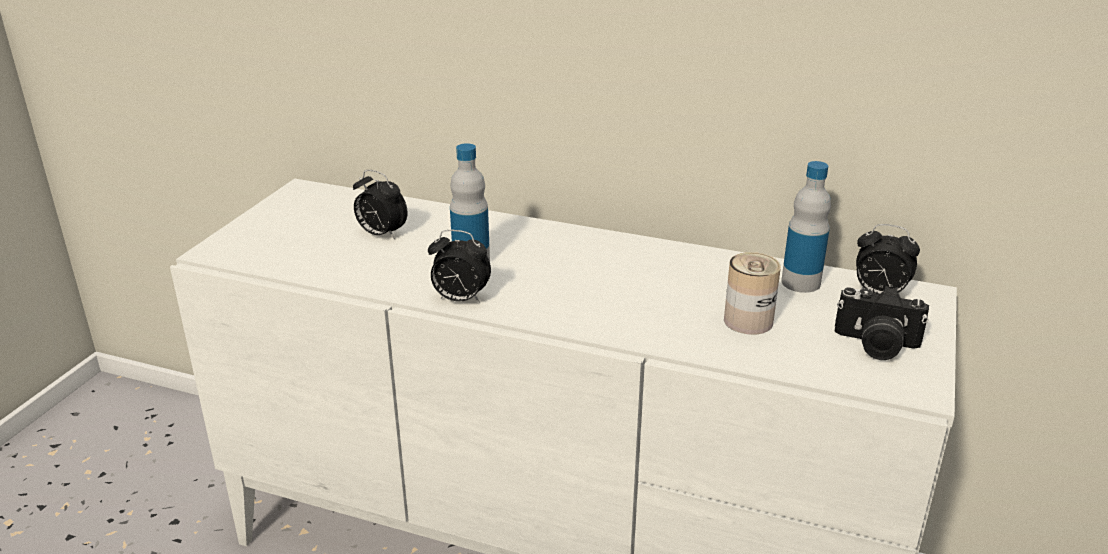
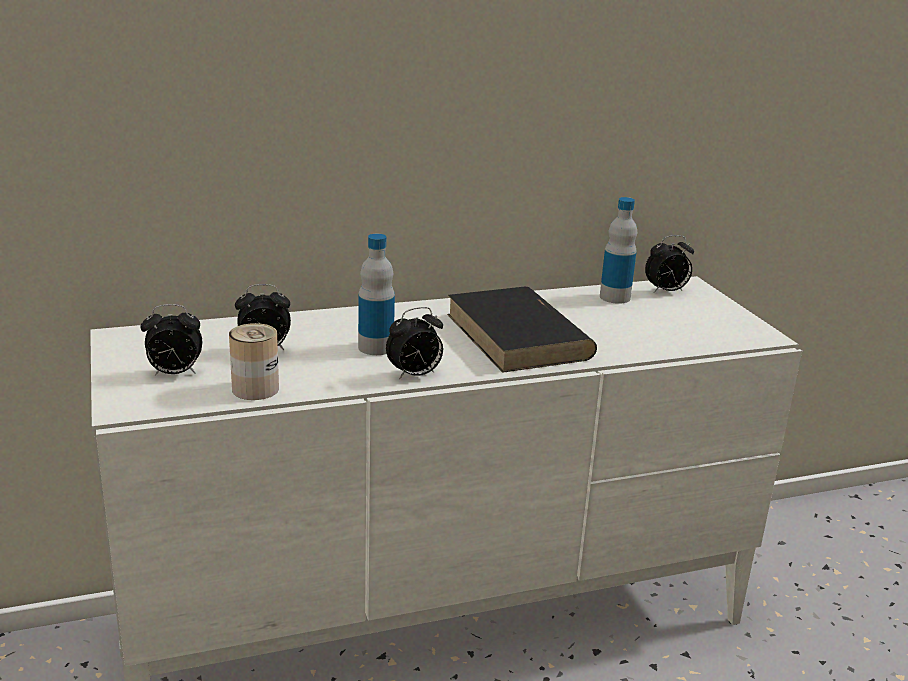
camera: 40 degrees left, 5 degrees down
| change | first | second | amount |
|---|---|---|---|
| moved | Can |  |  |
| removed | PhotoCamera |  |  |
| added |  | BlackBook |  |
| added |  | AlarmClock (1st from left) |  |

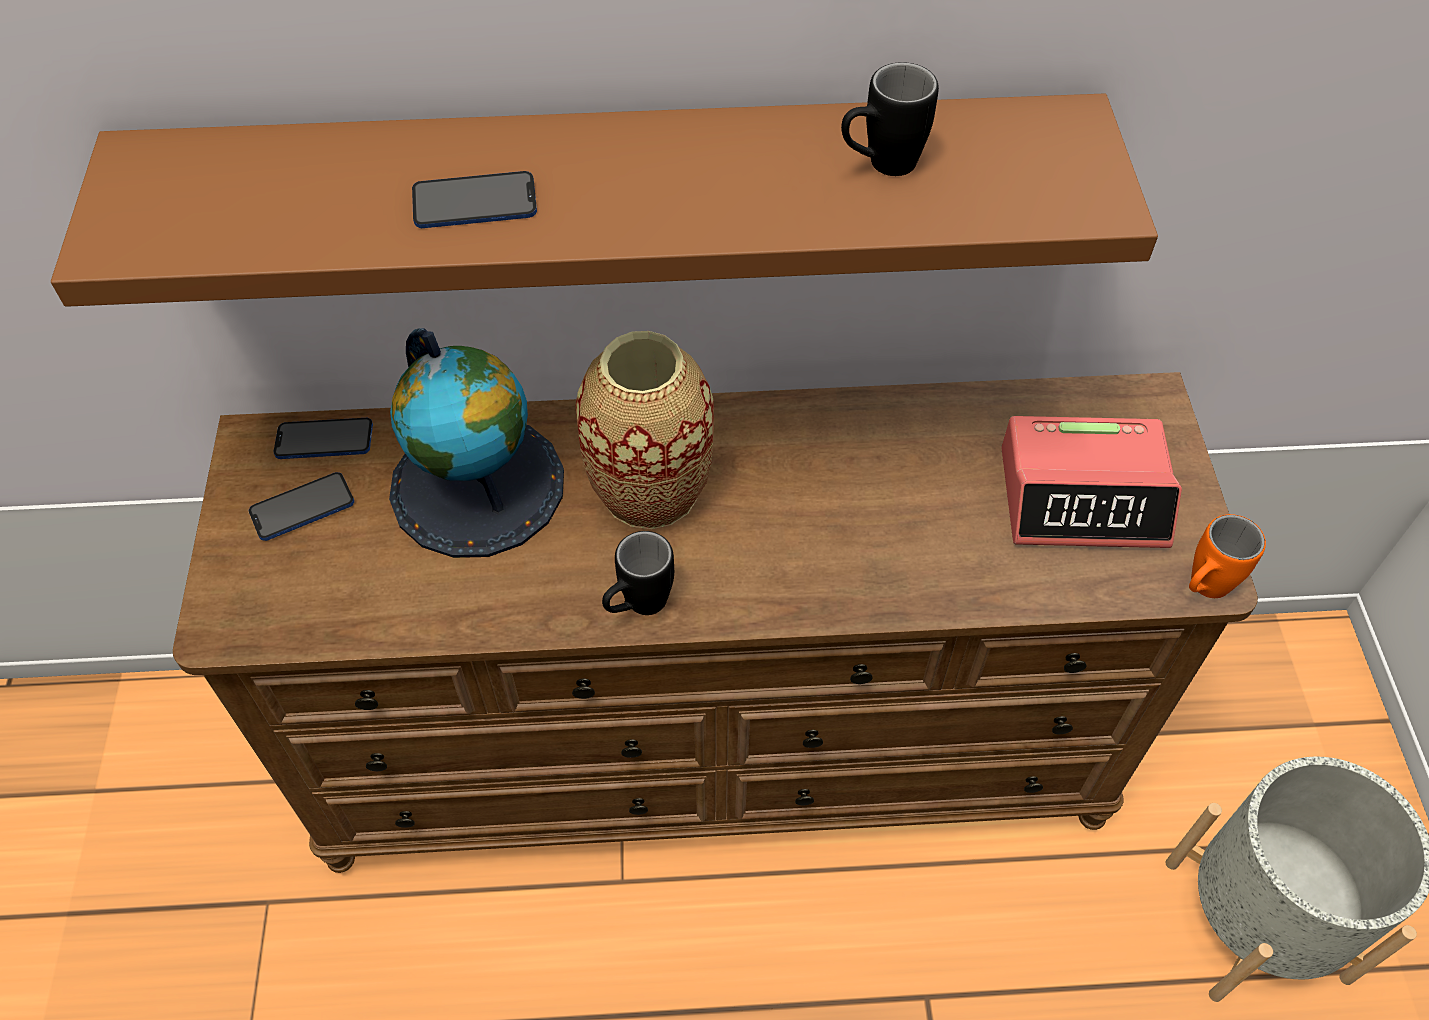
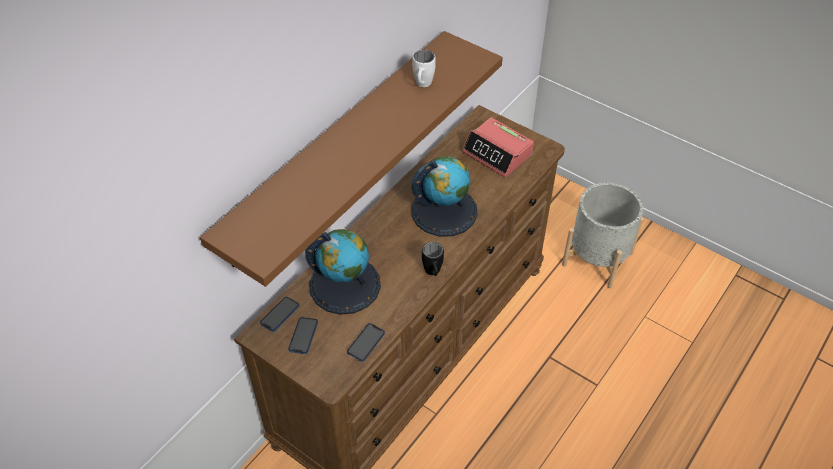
camera: 50 degrees left, 5 degrees down
| change | first | second | amount |
|---|---|---|---|
| recoloured | BlackMug (2nd from left) | WhiteMug |  |
| moved | Phone (3rd from left) |  |  |
| removed | Vase |  |  |
| turned | AlarmClock |  | 90 degrees clockwise |
| removed | OrangeMug |  |  |
| added |  | Globe (2nd from left) |  |

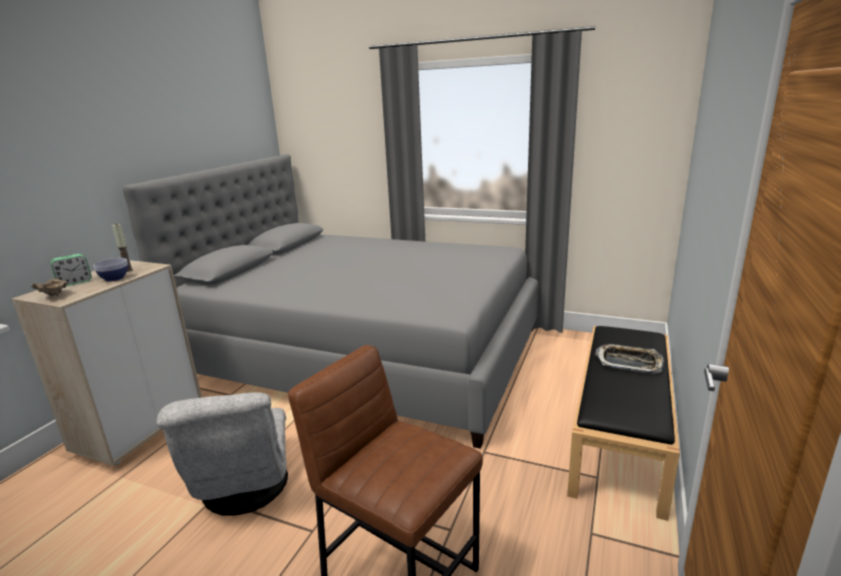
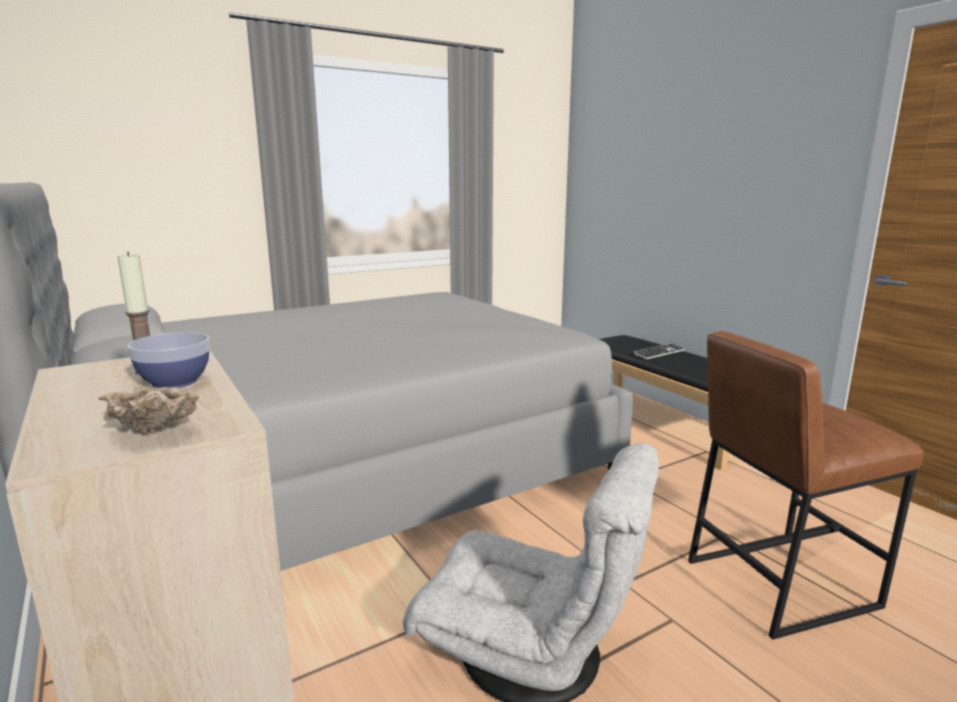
camera: 55 degrees left, 5 degrees down
| change | first | second | amount |
|---|---|---|---|
| removed | AlarmClock |  |  |
| replaced | Tray | Keyboard |  |

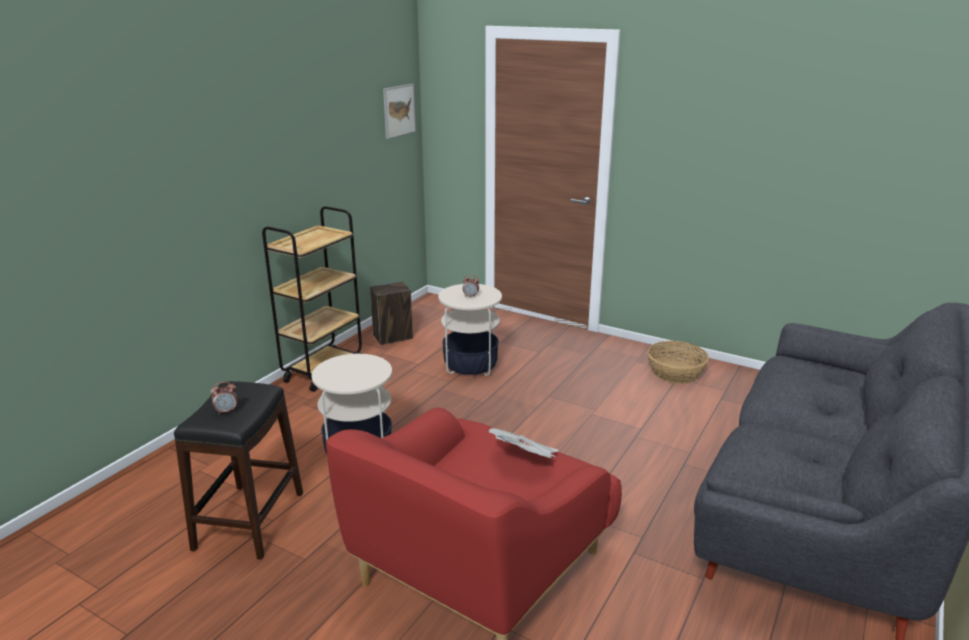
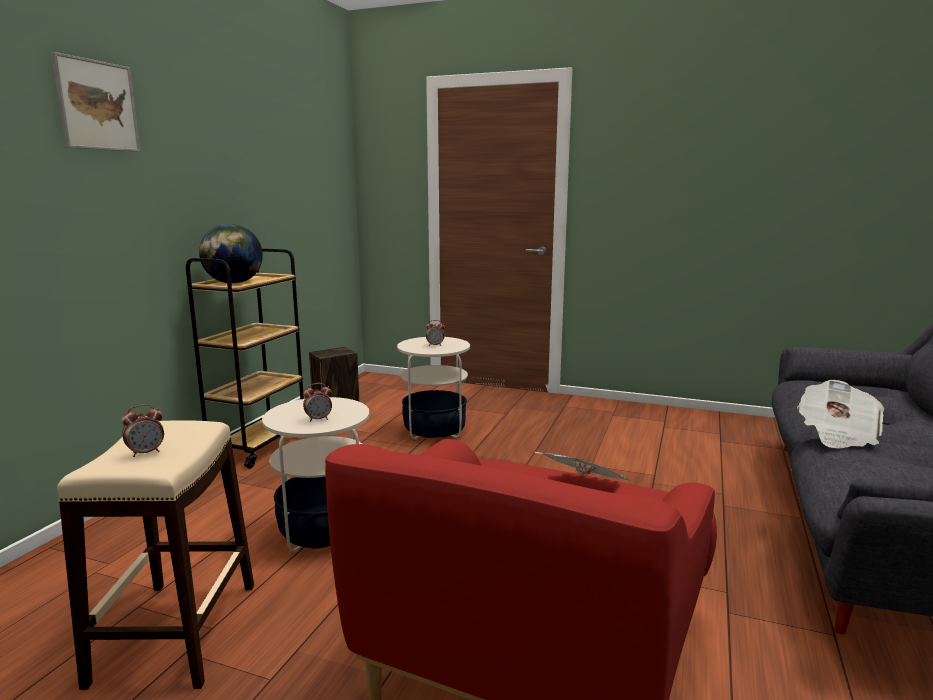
camera: 10 degrees left, 10 degrees down
| change | first | second | amount |
|---|---|---|---|
| moved | Picture |  |  |
| removed | Basket |  |  |
| recoloured | BlackStool | BeigeStool |  |
| added |  | Globe |  |
| added |  | Newspaper (2nd from left) |  |
| added |  | AlarmClock (2nd from left) |  |

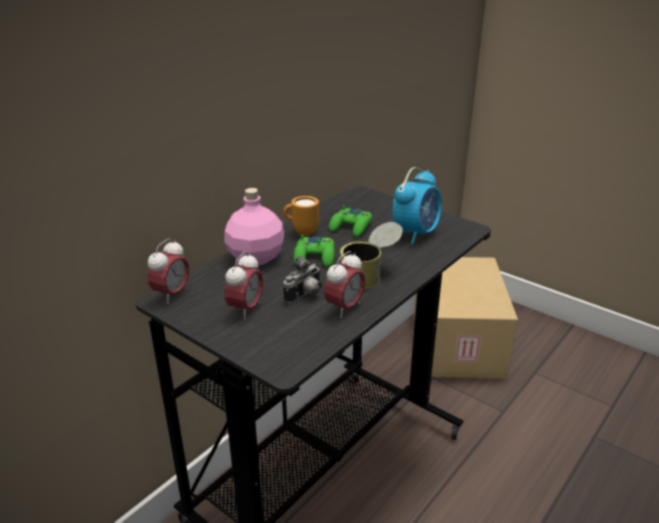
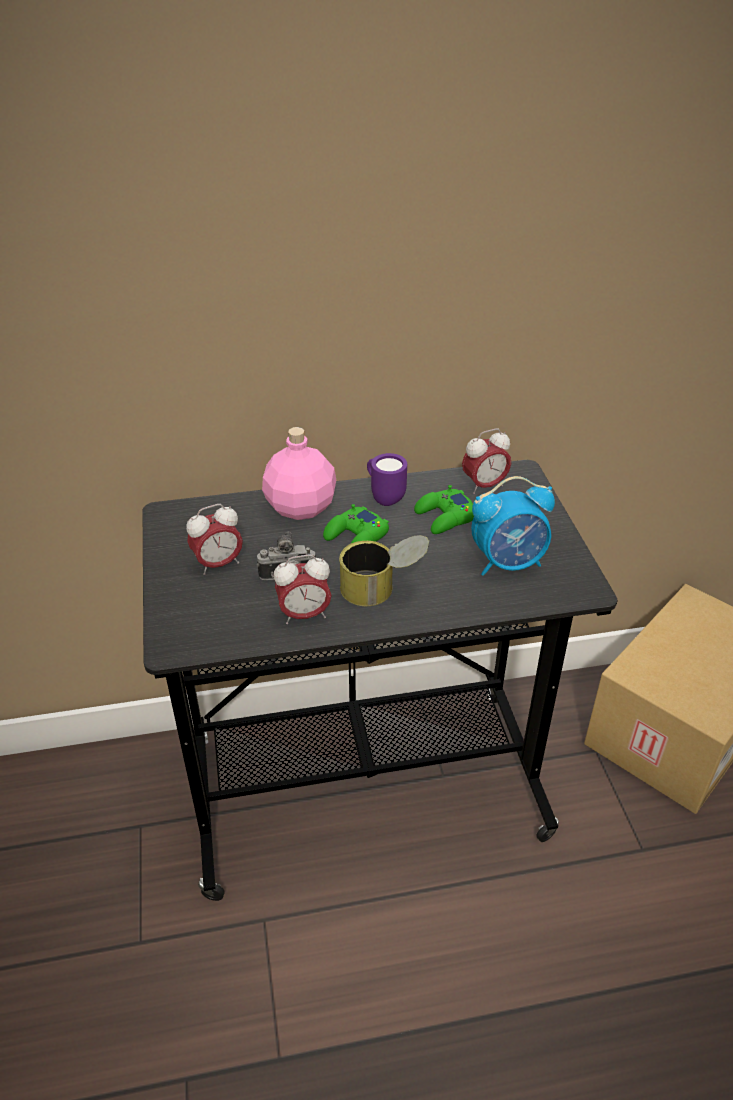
camera: 40 degrees right, 10 degrees up
| change | first | second | amount |
|---|---|---|---|
| recoloured | OrangeMug | PurpleMug |  |
| moved | AlarmClock (1st from left in the first image) | AlarmClock (3rd from left) |  |

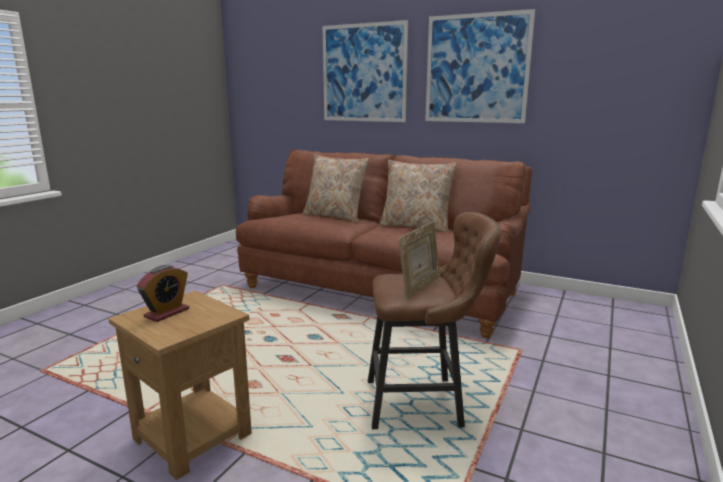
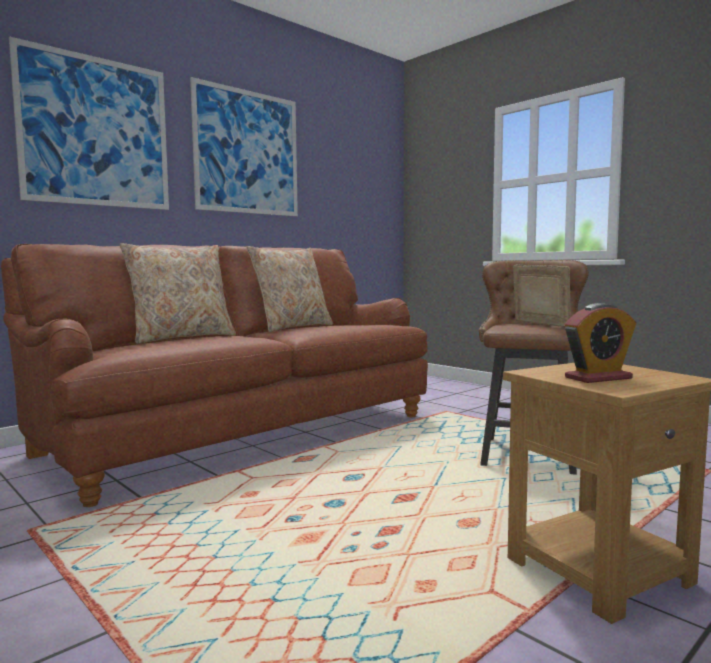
camera: 70 degrees left, 10 degrees down
| change | first | second | amount |
|---|---|---|---|
| turned | AlarmClock |  | 105 degrees clockwise |

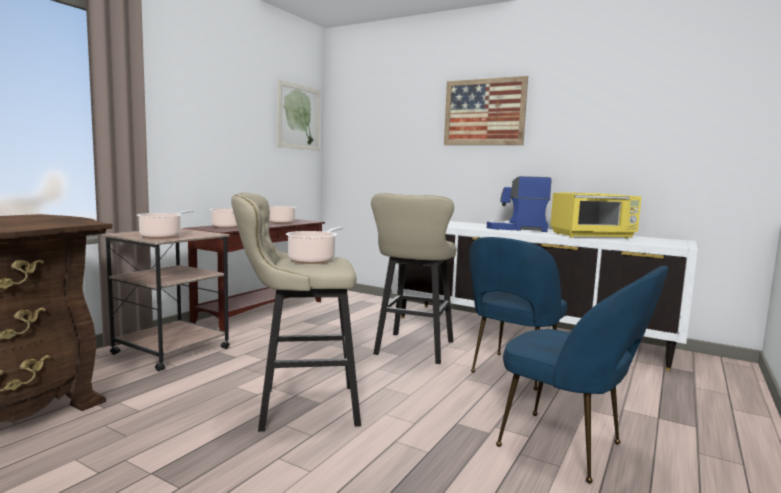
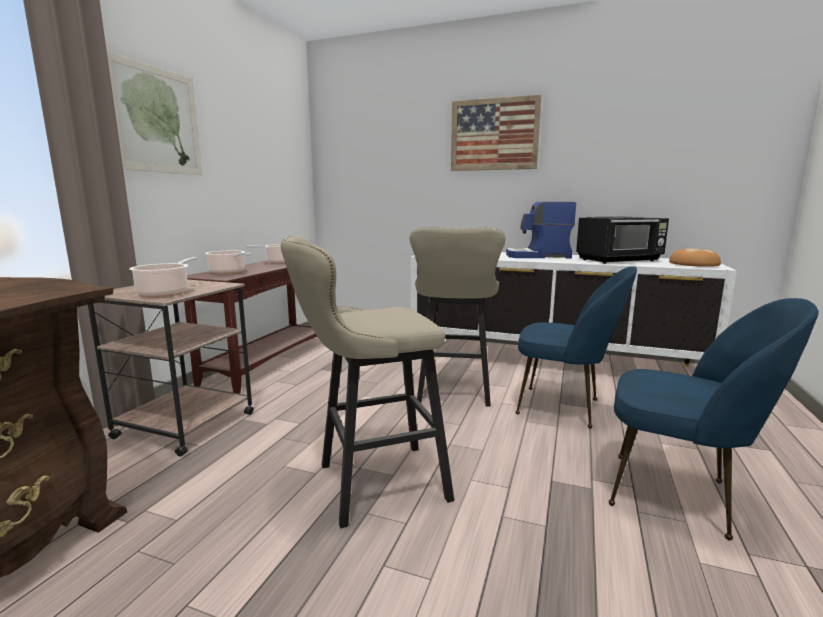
camera: 10 degrees left, 5 degrees up
| change | first | second | amount |
|---|---|---|---|
| moved | Picture (1st from left) |  |  |
| recoloured | YellowMicrowave | BlackMicrowave |  |
| removed | CookingPot (4th from left) |  |  |
| turned | BlueChair (1st from left) |  | 90 degrees counterclockwise |
| added |  | Bread |  |

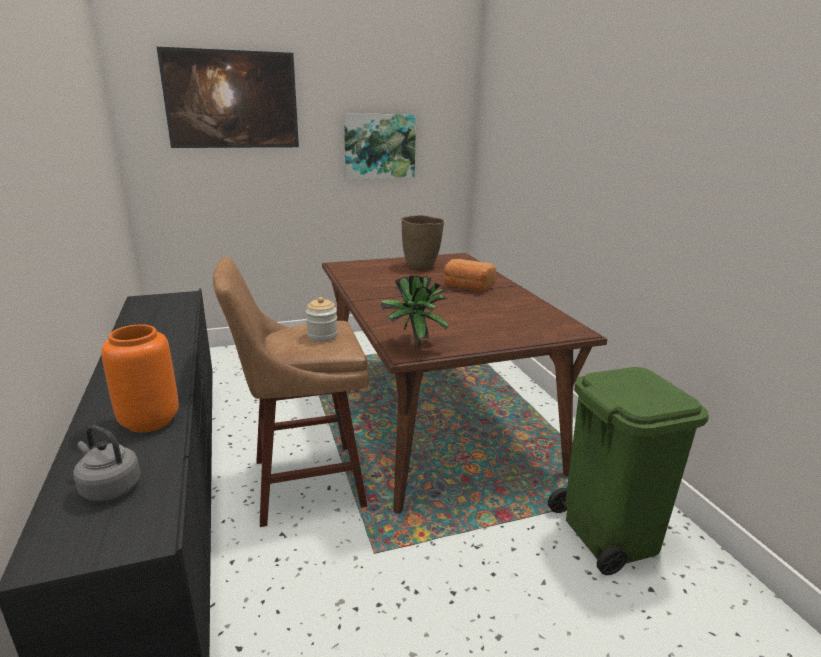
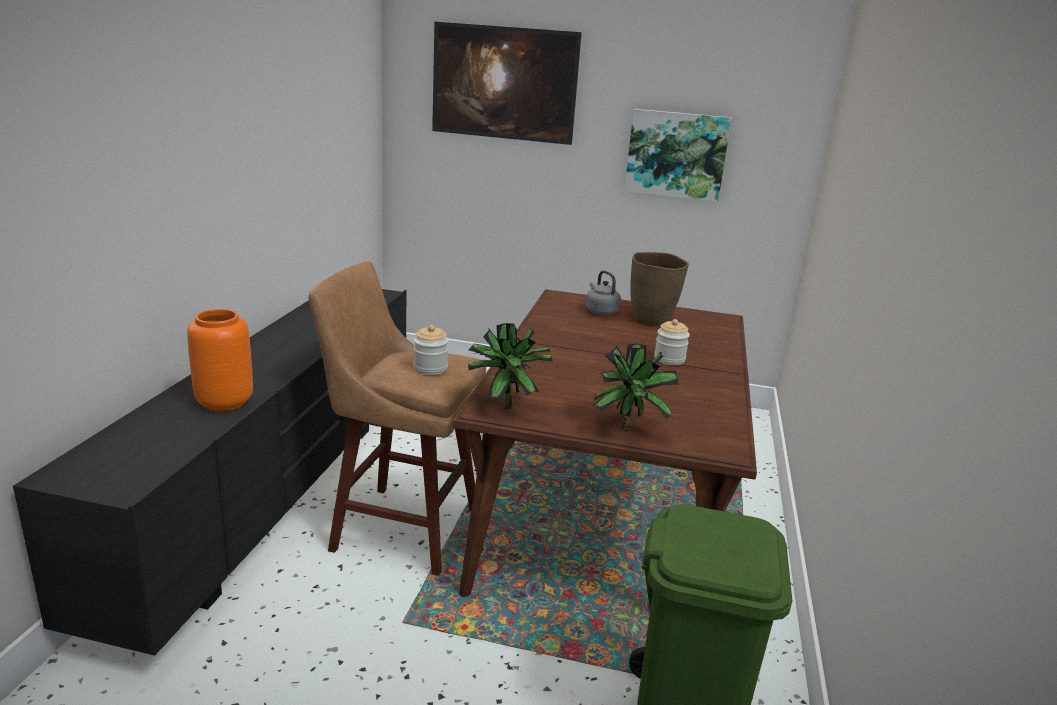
camera: 30 degrees right, 0 degrees up
| change | first | second | amount |
|---|---|---|---|
| replaced | Bread | Jar (2nd from left) |  |
| moved | GreyKettle |  |  |
| added |  | PottedPlant (2nd from left) |  |

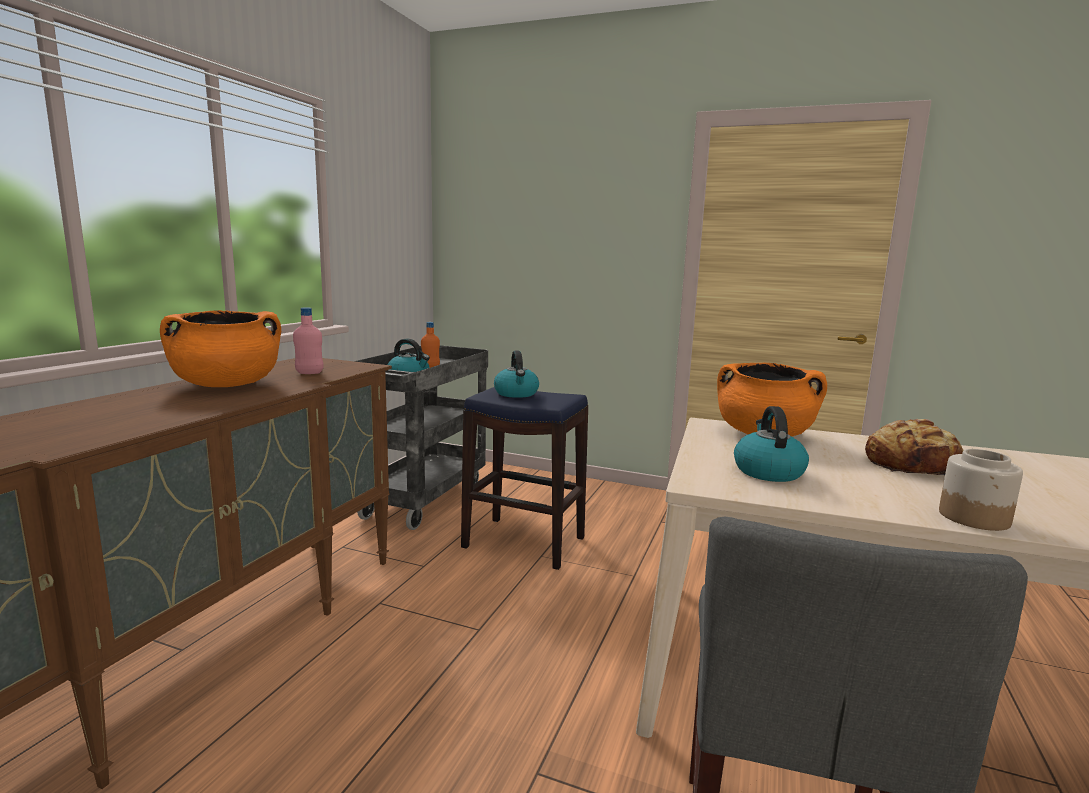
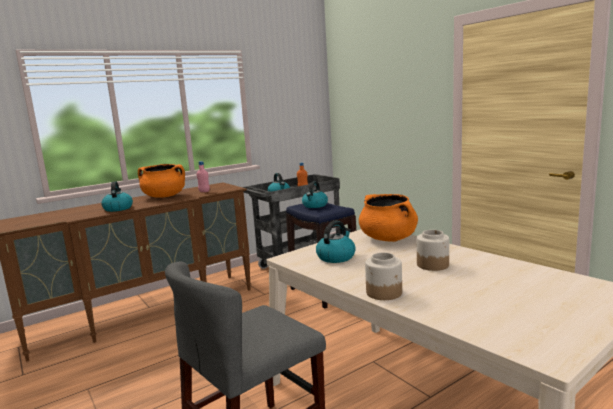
camera: 35 degrees right, 0 degrees up
| change | first | second | amount |
|---|---|---|---|
| replaced | Bread | Jar (2nd from left) |  |
| added |  | Kettle (1st from left) |  |

